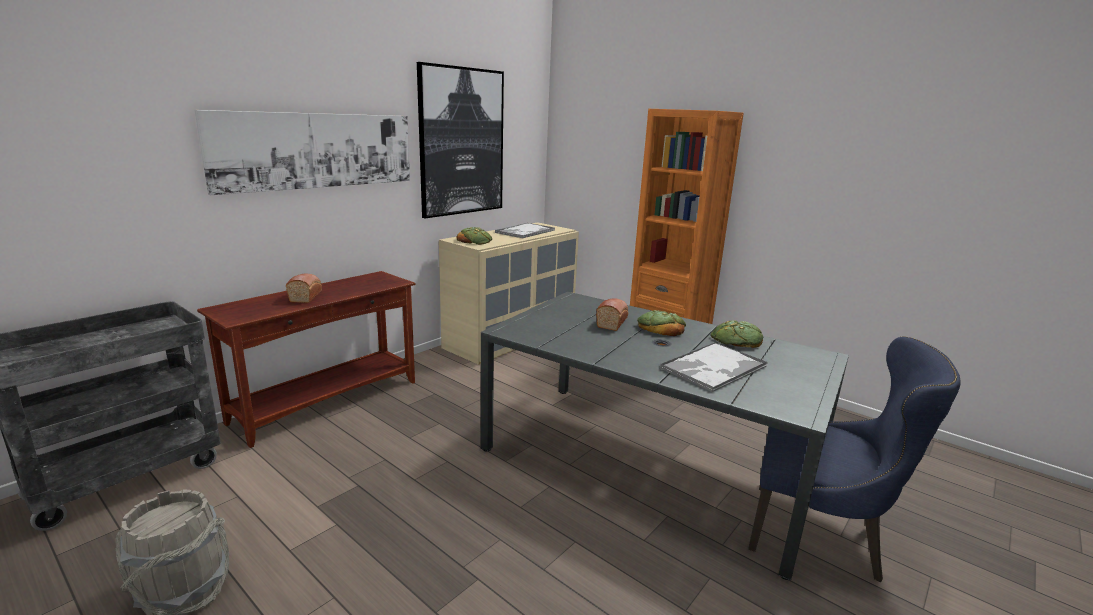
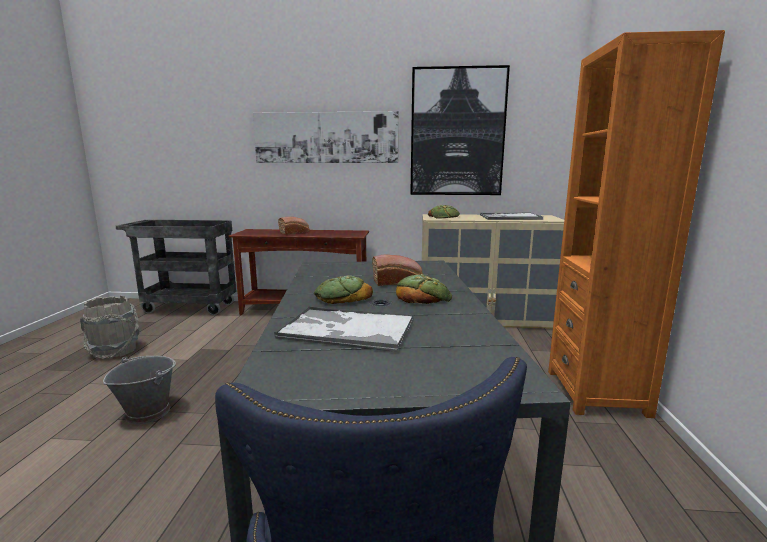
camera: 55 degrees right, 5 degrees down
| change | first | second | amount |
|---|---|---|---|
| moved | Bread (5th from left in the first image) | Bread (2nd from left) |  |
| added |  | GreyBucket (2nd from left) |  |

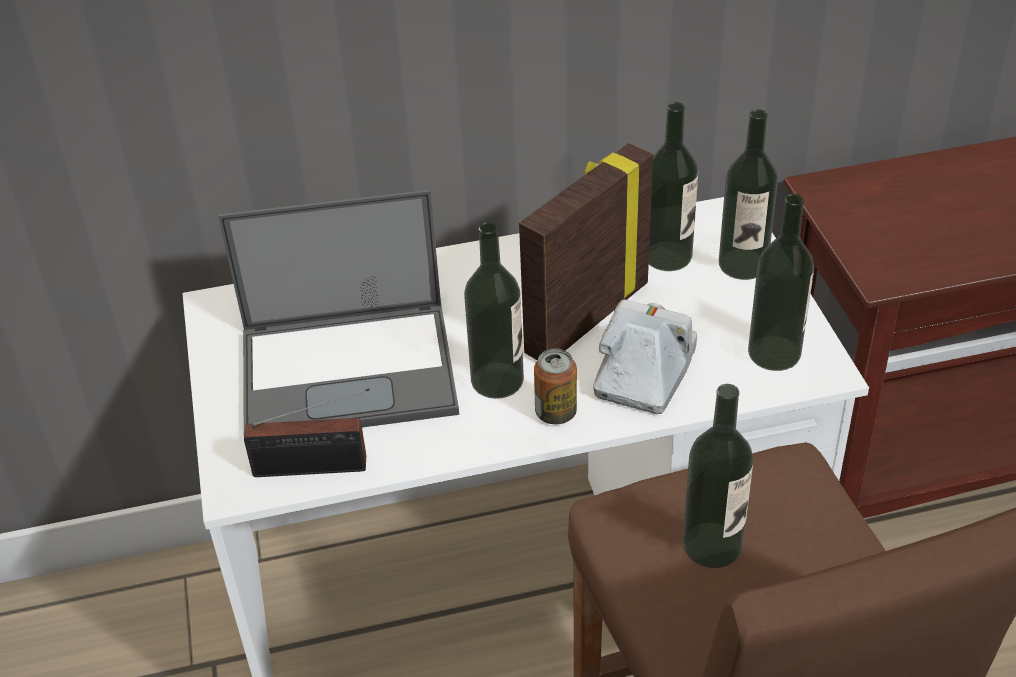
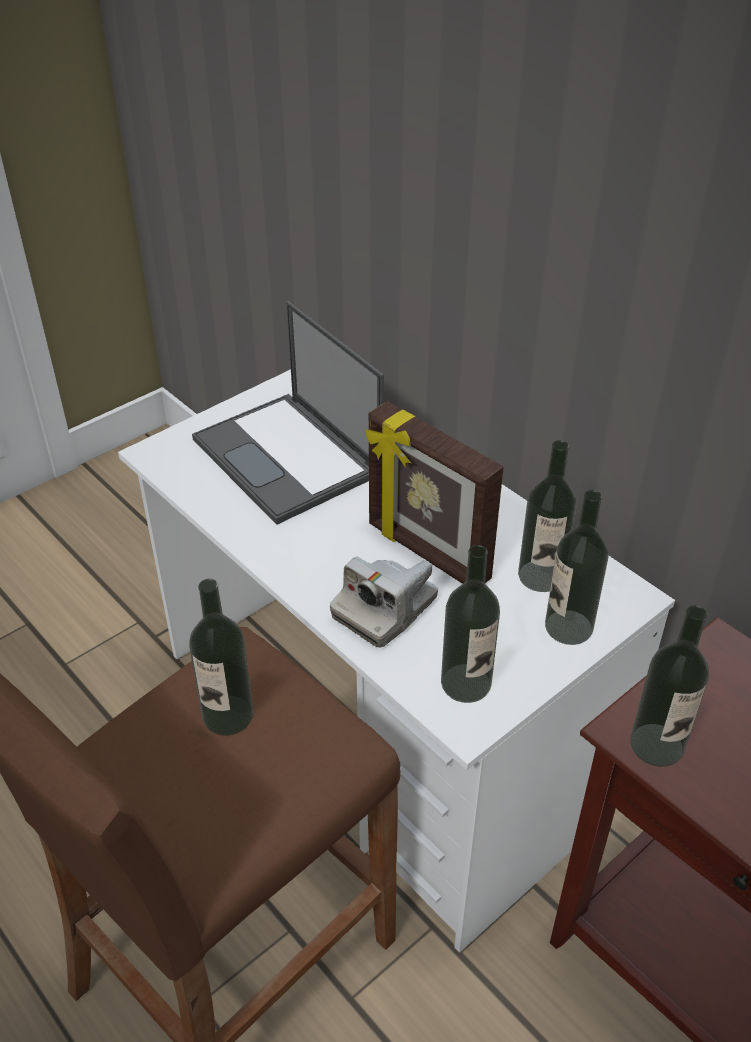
camera: 60 degrees right, 0 degrees up
| change | first | second | amount |
|---|---|---|---|
| turned | PictureFrame |  | 150 degrees counterclockwise |
| moved | Bottle (1st from left in the first image) | Bottle (5th from left) |  |
| turned | PhotoCamera |  | 135 degrees clockwise |
| removed | Can |  |  |
| removed | Radio |  |  |

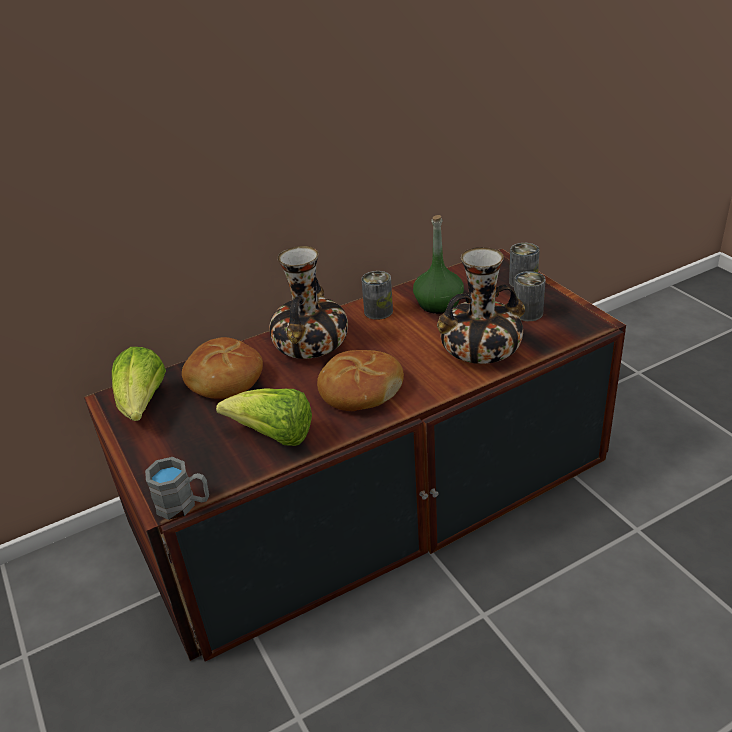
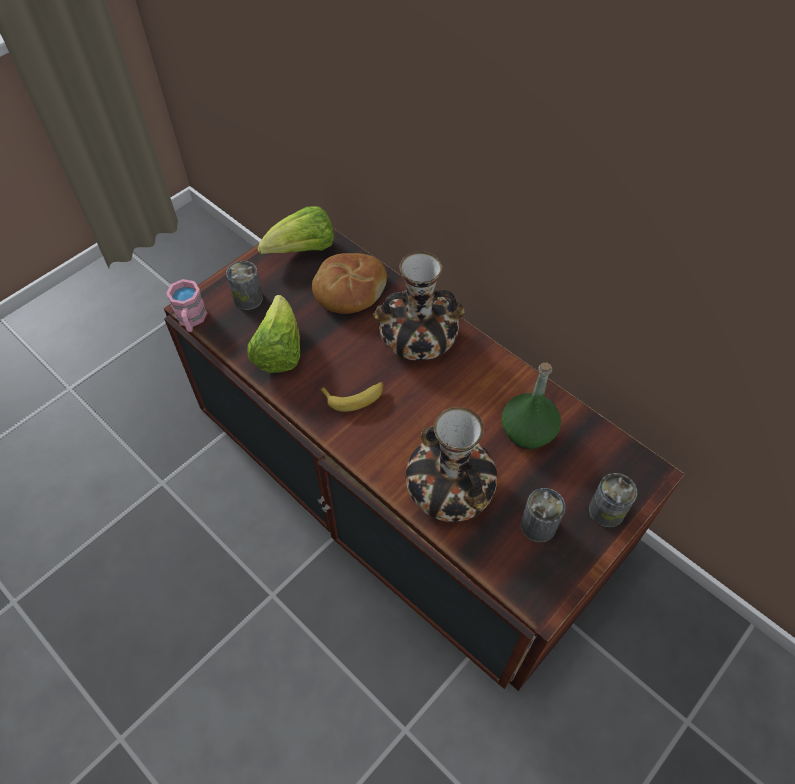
camera: 70 degrees right, 20 degrees up
| change | first | second | amount |
|---|---|---|---|
| moved | Can (1st from left) |  |  |
| replaced | Bread (2nd from left) | Banana |  |
| recoloured | GreyMug | PinkMug |  |

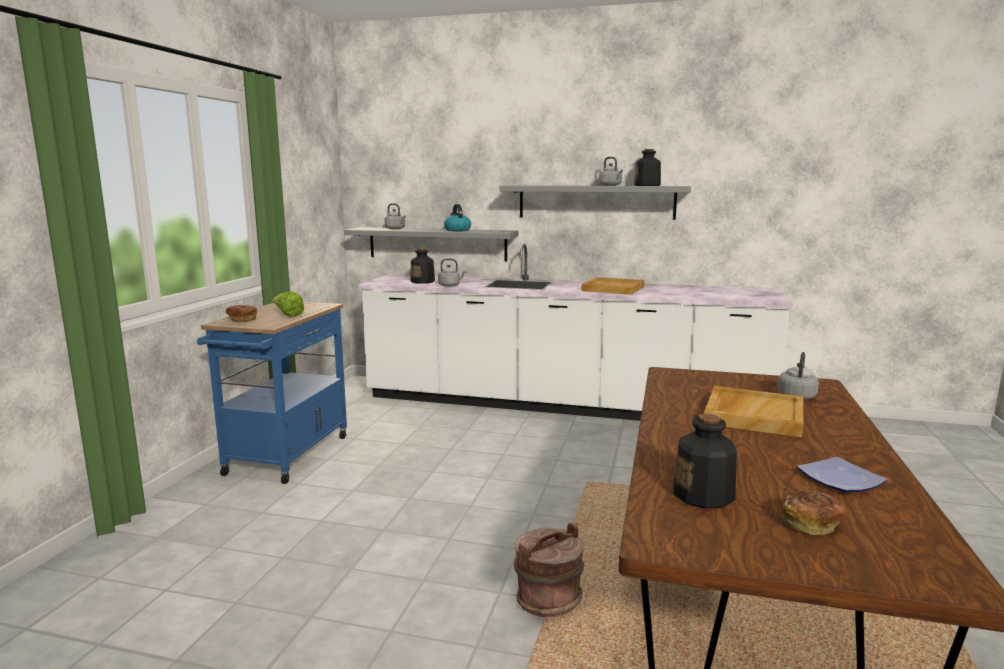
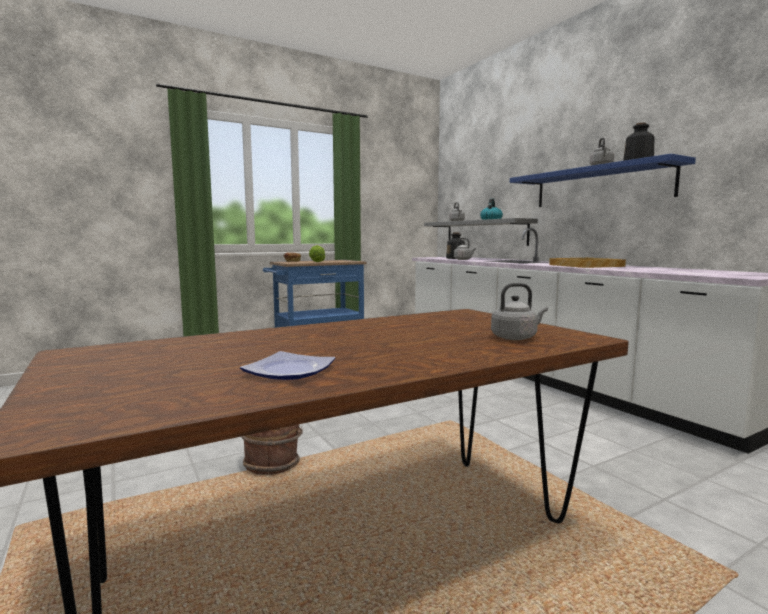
camera: 45 degrees right, 5 degrees down
| change | first | second | amount |
|---|---|---|---|
| recoloured | GreyShelf (2nd from left) | BlueShelf |  |
| removed | BeigeTray (2nd from left) |  |  |
| removed | Bottle (3rd from left) |  |  |
| removed | Bread (2nd from left) |  |  |

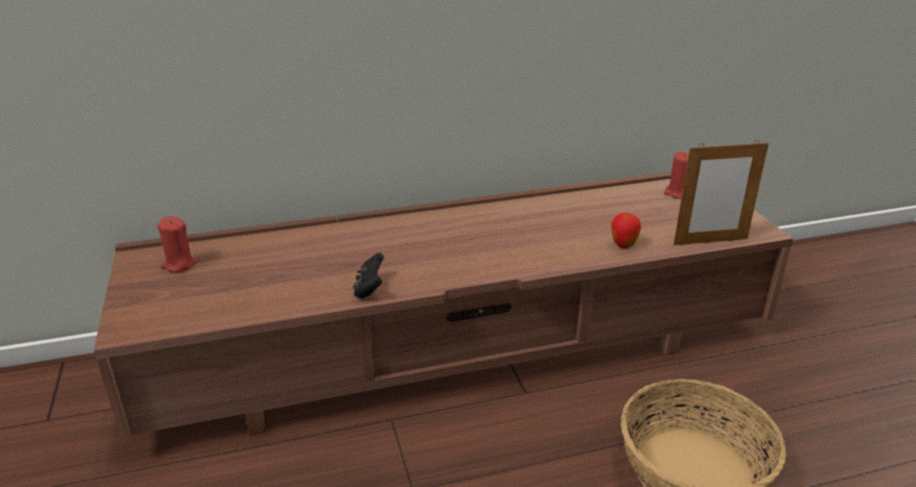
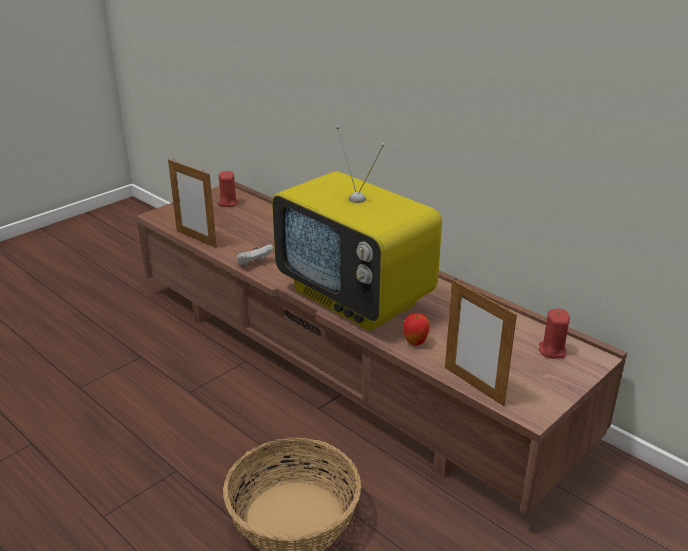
camera: 60 degrees right, 0 degrees up
| change | first | second | amount |
|---|---|---|---|
| recoloured | BlackGameController | WhiteGameController |  |
| added |  | Television |  |
| added |  | PictureFrame (1st from left) |  |

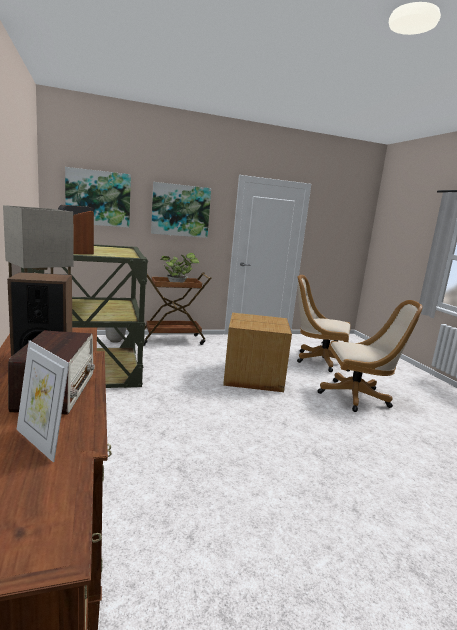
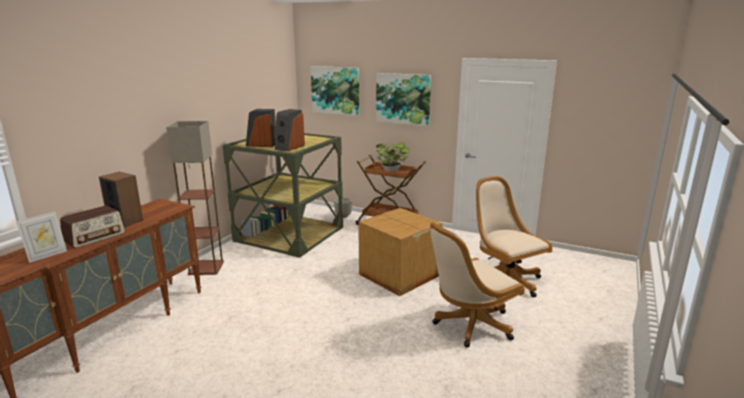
camera: 45 degrees right, 5 degrees up
| change | first | second | amount |
|---|---|---|---|
| turned | OfficeChair (2nd from left in the first image) | OfficeChair (1st from left) | 105 degrees clockwise |
| turned | PictureFrame |  | 135 degrees counterclockwise |
| added |  | Speaker (3rd from left) |  |

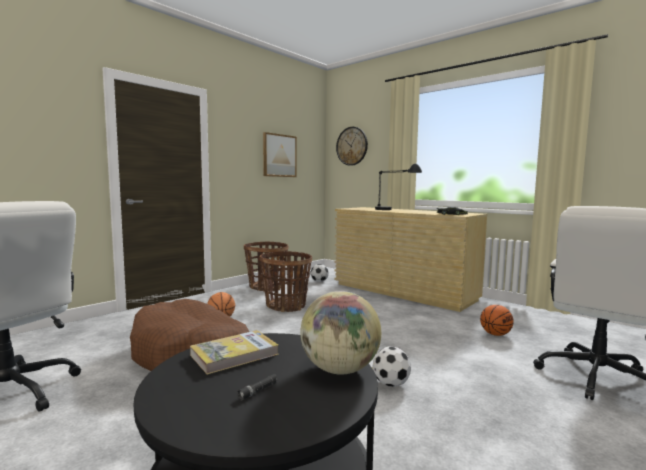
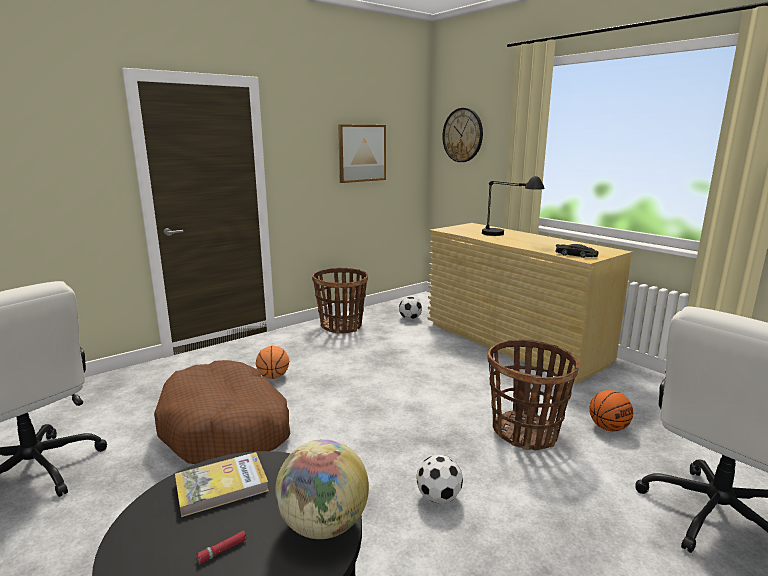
camera: 10 degrees right, 10 degrees up
| change | first | second | amount |
|---|---|---|---|
| moved | Basket (2nd from left) |  |  |
| recoloured | BlackFlashlight | RedFlashlight |  |

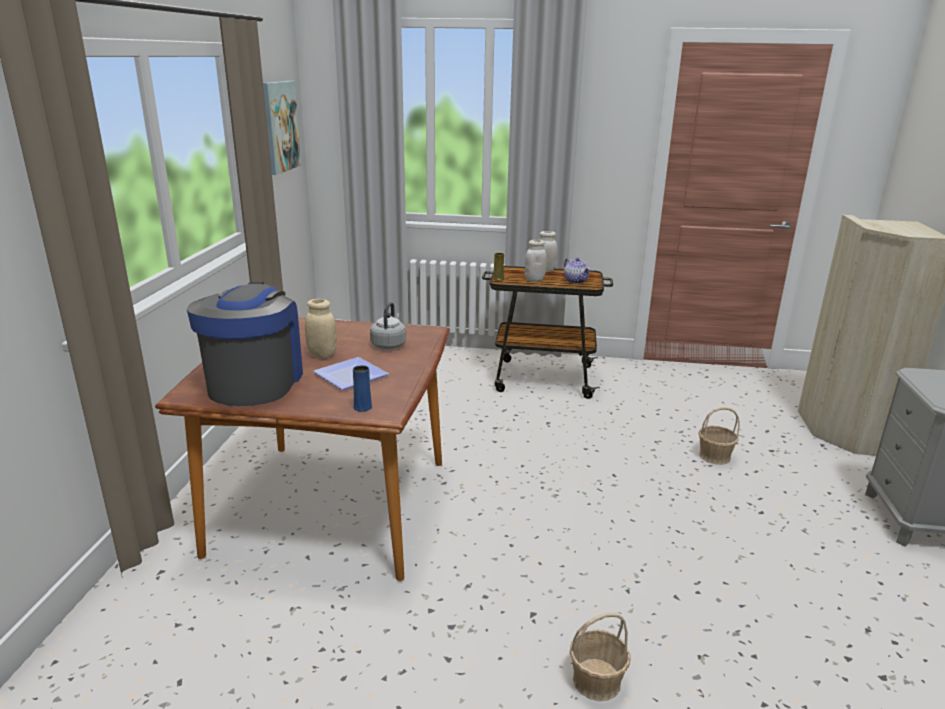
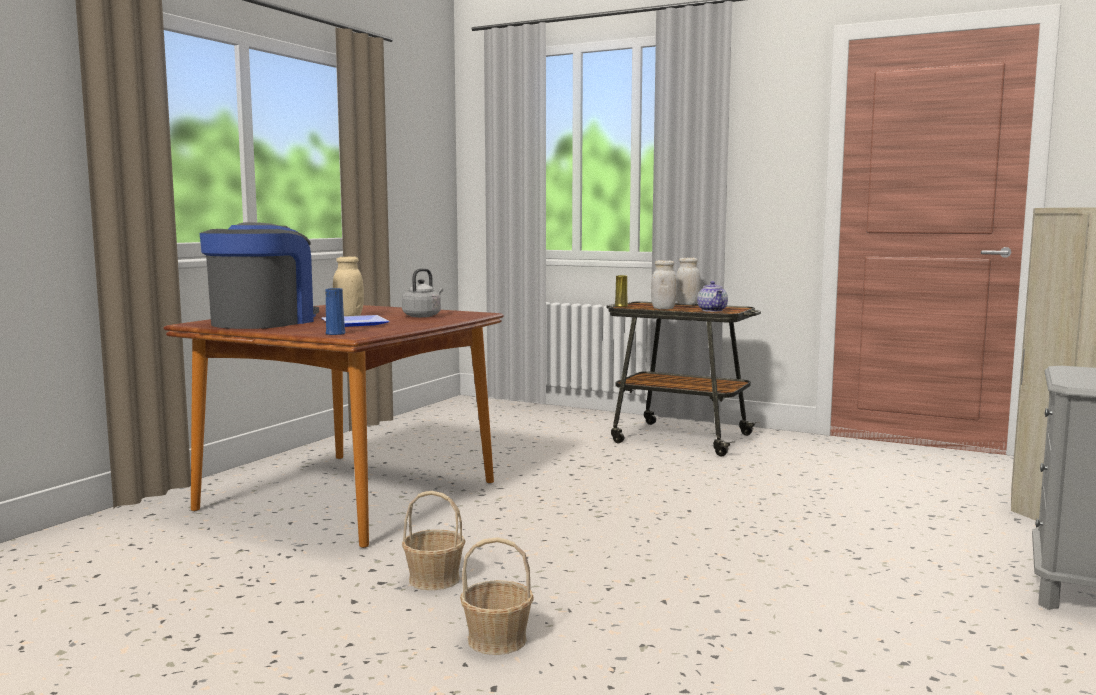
camera: 20 degrees right, 15 degrees down
| change | first | second | amount |
|---|---|---|---|
| removed | Picture |  |  |
| moved | Basket (2nd from left in the first image) | Basket (1st from left) |  |

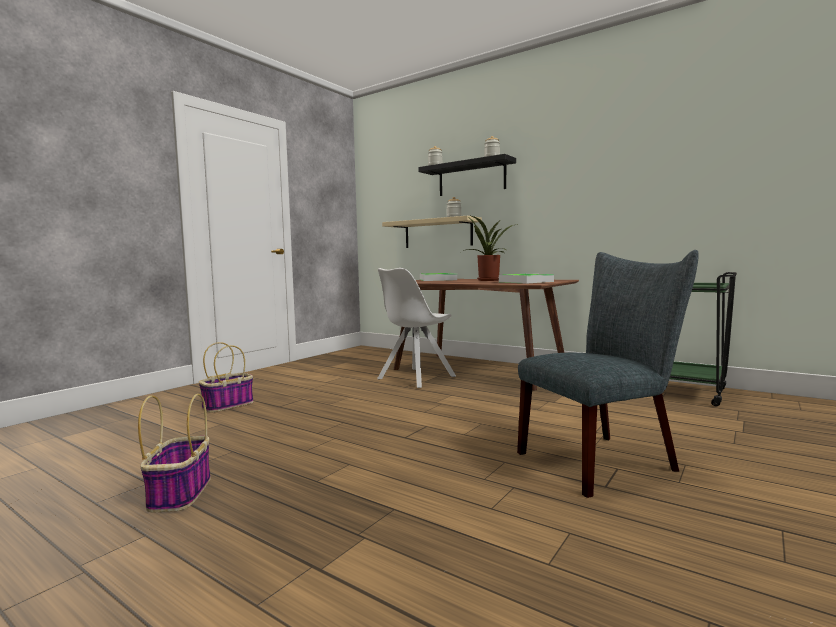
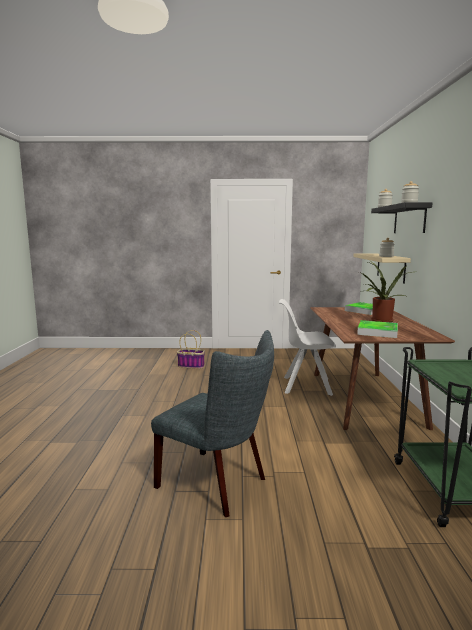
camera: 55 degrees right, 5 degrees up
| change | first | second | amount |
|---|---|---|---|
| removed | Basket (1st from left) |  |  |

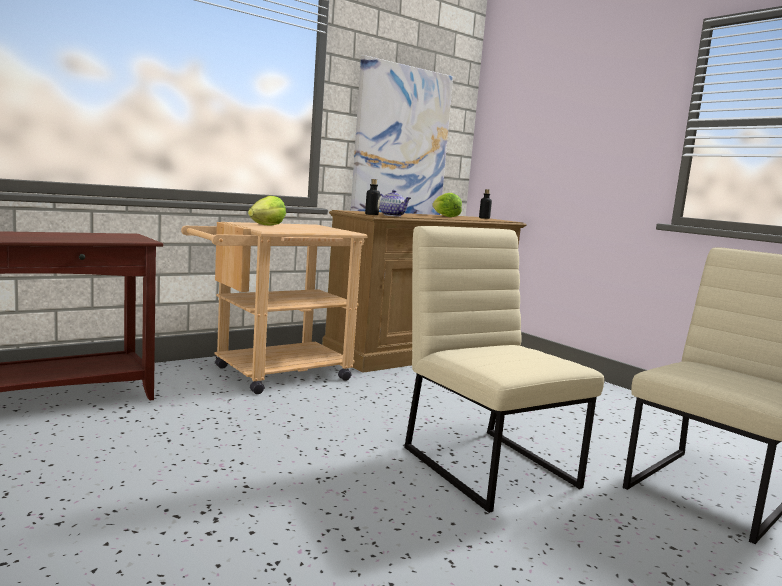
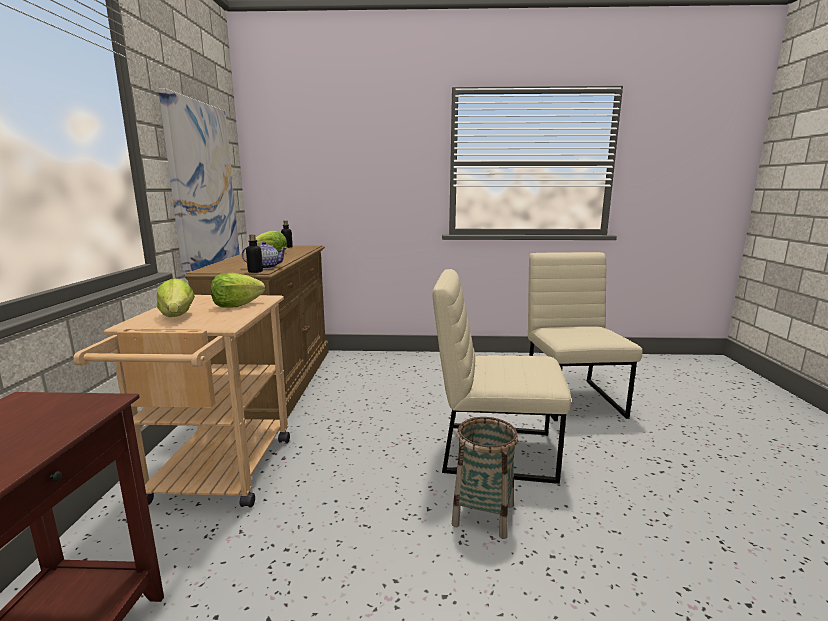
camera: 50 degrees left, 5 degrees up
| change | first | second | amount |
|---|---|---|---|
| added |  | Lettuce (2nd from left) |  |
| added |  | Basket |  |

